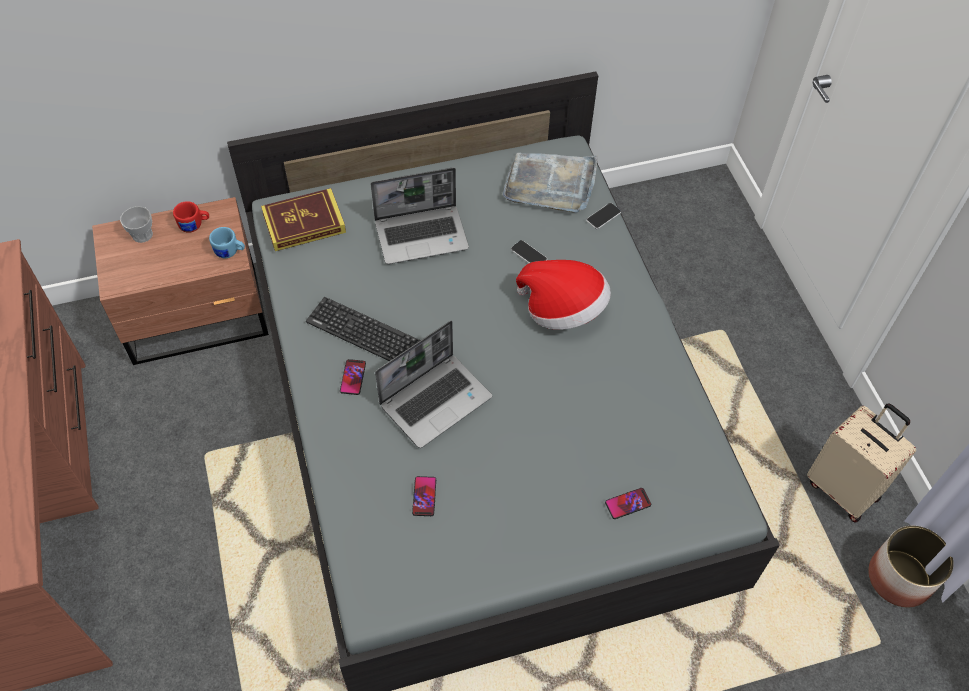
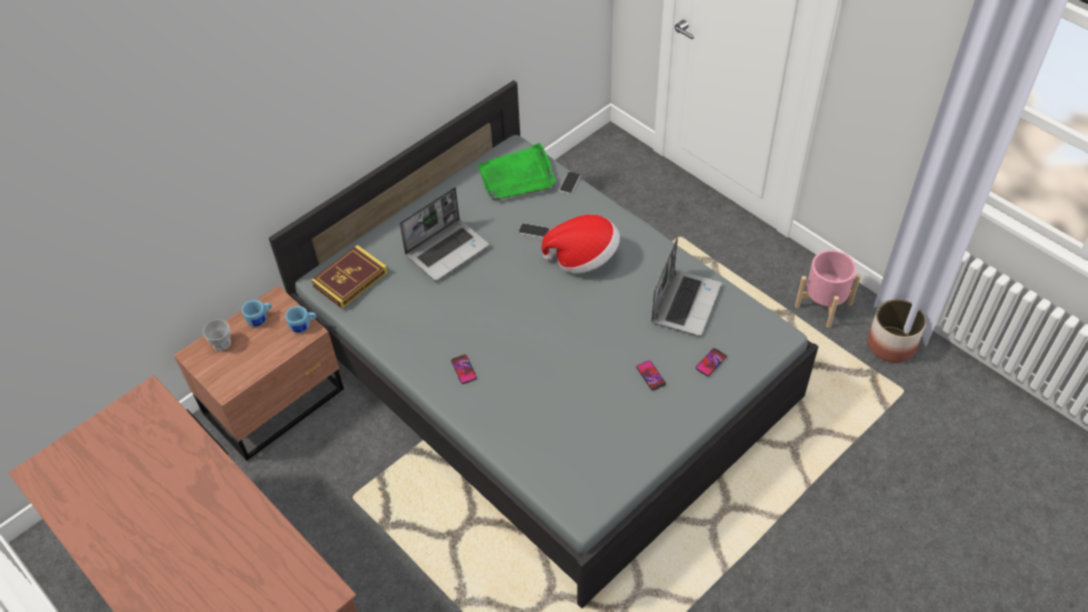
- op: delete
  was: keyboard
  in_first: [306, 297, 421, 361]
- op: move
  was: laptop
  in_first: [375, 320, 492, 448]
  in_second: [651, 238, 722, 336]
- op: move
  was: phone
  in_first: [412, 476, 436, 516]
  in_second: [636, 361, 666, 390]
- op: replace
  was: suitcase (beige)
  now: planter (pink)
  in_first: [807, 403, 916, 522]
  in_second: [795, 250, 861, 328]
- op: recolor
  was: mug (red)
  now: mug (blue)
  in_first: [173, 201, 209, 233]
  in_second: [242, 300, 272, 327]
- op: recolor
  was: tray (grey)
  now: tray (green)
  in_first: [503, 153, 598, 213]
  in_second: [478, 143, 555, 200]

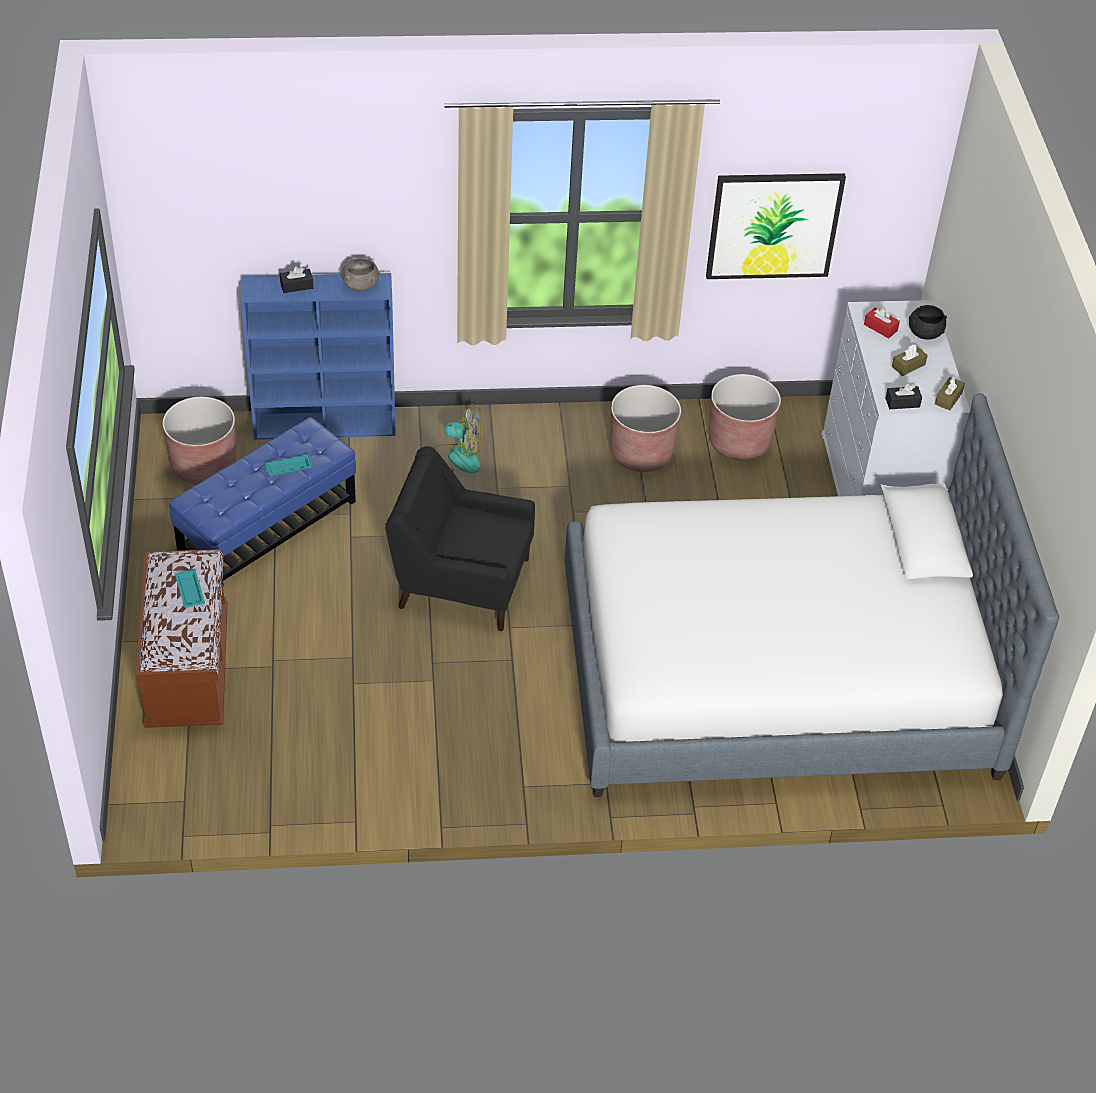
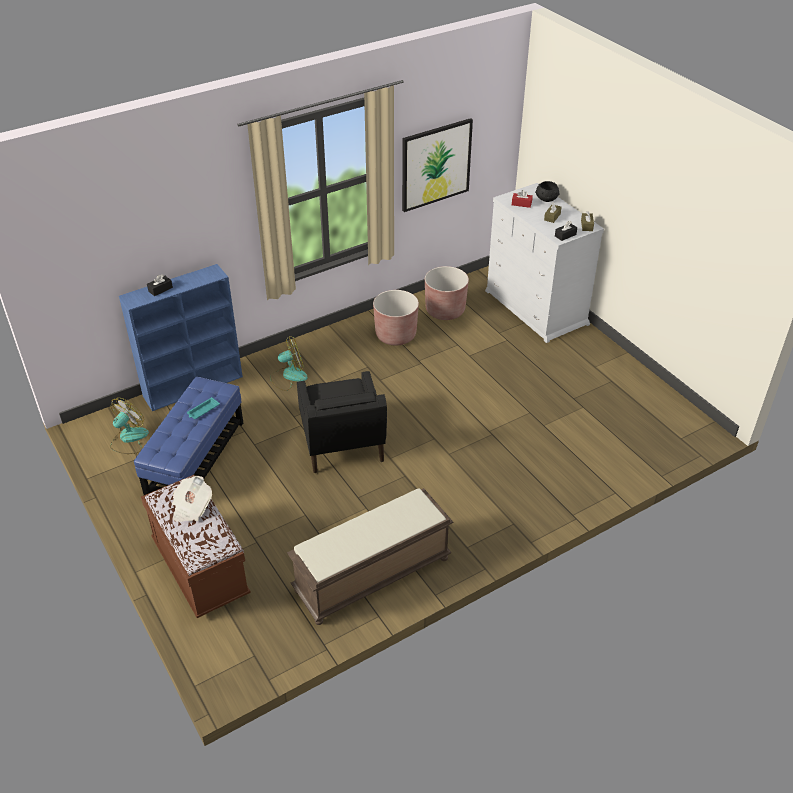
- op: delete
  was: bowl (grey)
  in_first: [341, 257, 380, 291]
- op: delete
  was: bed
  in_first: [565, 393, 1059, 797]
- op: insert
  now: bench (brown)
  in_second: [287, 488, 453, 625]
- op: replace
  was: planter (brown)
  now: fan
  in_first: [162, 397, 236, 485]
  in_second: [110, 398, 149, 454]
- op: replace
  was: tray (turquoise)
  now: newspaper
  in_first: [175, 569, 205, 608]
  in_second: [172, 476, 212, 522]
- op: rotate
  was: armchair (black)
  in_first: [385, 446, 535, 631]
  in_second: [297, 371, 387, 473]
  clockwise: -90

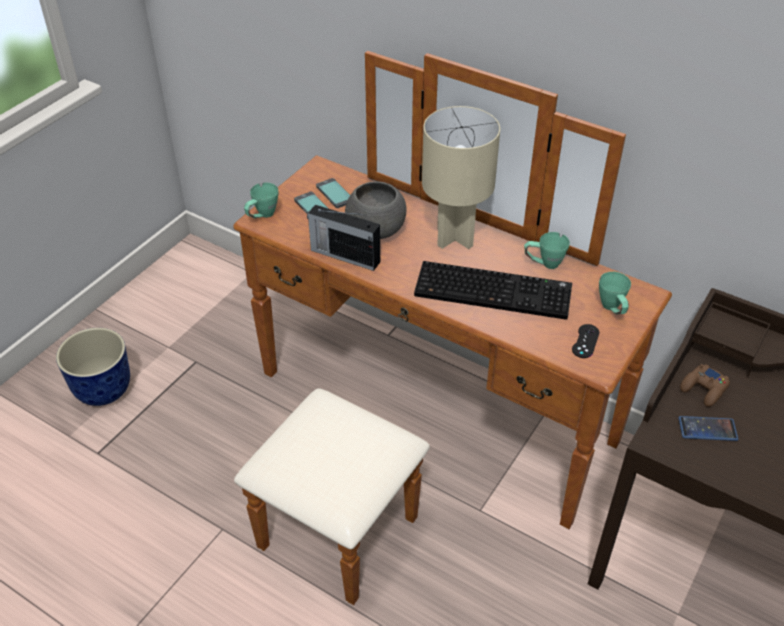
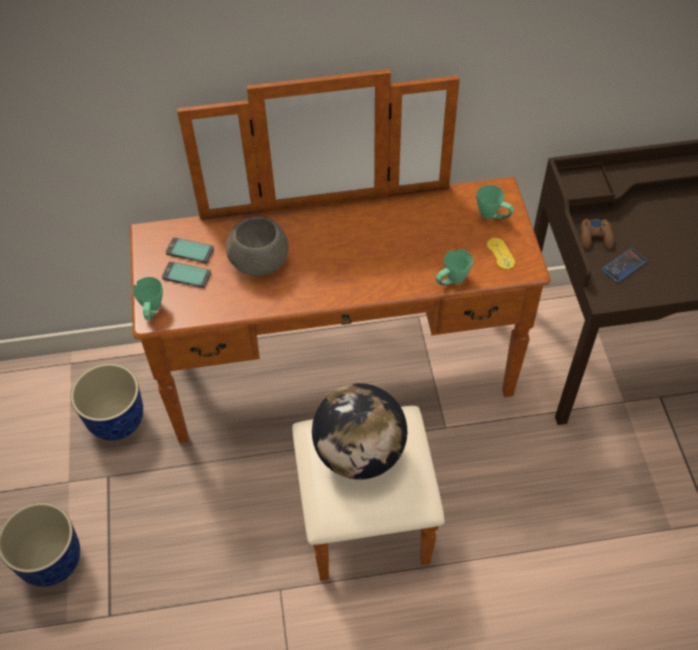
- op: delete
  was: radio
  in_first: [307, 205, 380, 271]
- op: delete
  was: keyboard
  in_first: [414, 261, 572, 320]
- op: delete
  was: table lamp (beige)
  in_first: [422, 106, 500, 249]
- op: insert
  now: planter
  in_second: [71, 364, 143, 441]
- op: insert
  now: globe
  in_second: [312, 383, 407, 480]
- op: move
  was: mug (green)
  in_first: [524, 232, 570, 269]
  in_second: [436, 249, 473, 286]
- op: recolor
  was: game controller (black)
  now: game controller (yellow)
  in_first: [572, 324, 599, 358]
  in_second: [487, 238, 515, 270]

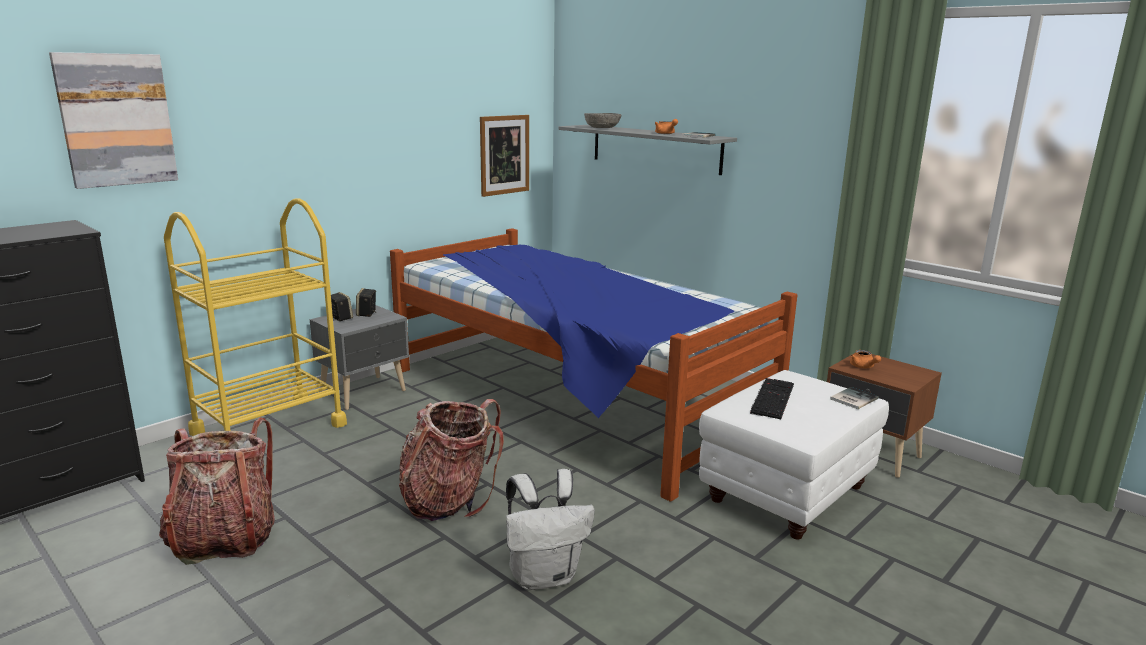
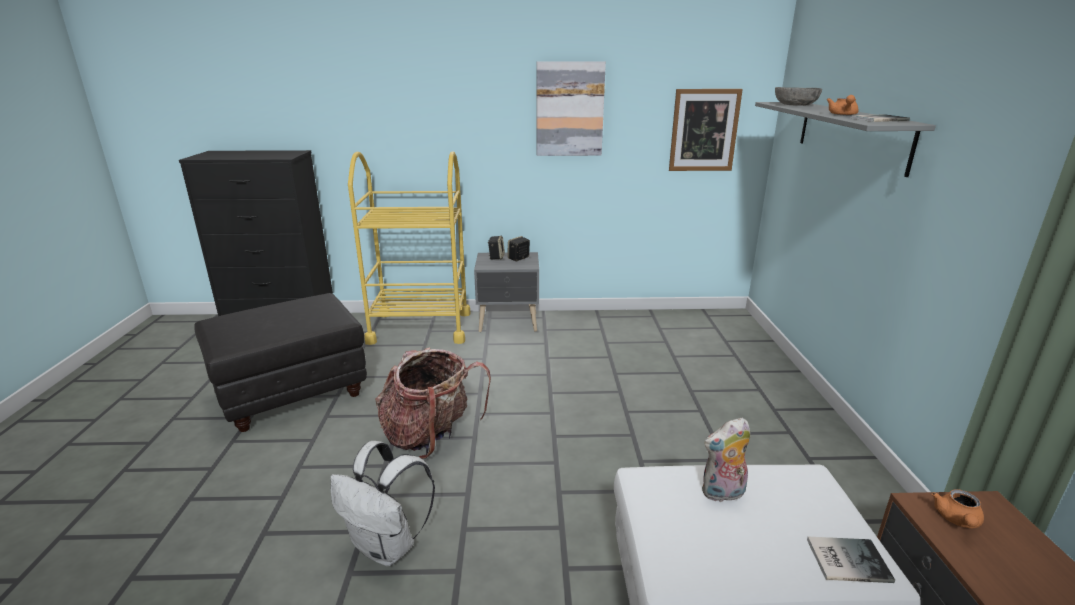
- op: delete
  was: bed
  in_first: [390, 228, 797, 502]
- op: move
  was: picture
  in_first: [49, 52, 178, 189]
  in_second: [537, 61, 606, 156]
- op: replace
  was: backpack
  now: ottoman (black)
  in_first: [159, 417, 275, 565]
  in_second: [194, 293, 367, 432]
- op: replace
  was: keyboard
  now: plush toy
  in_first: [750, 378, 794, 419]
  in_second: [702, 417, 751, 502]

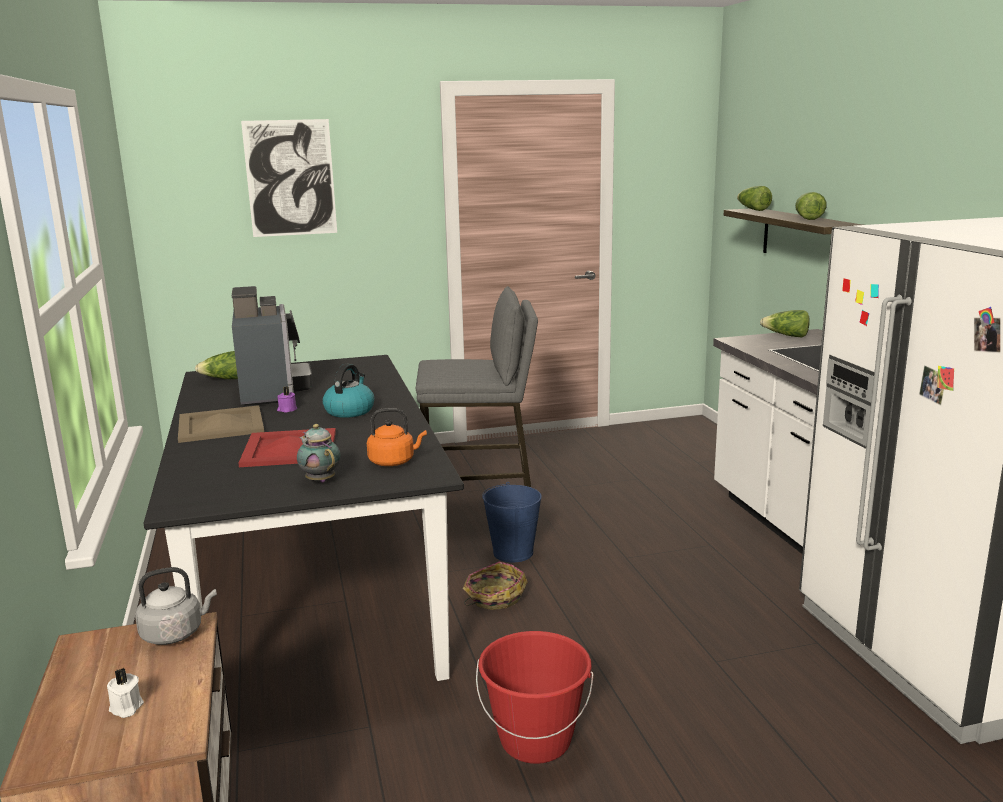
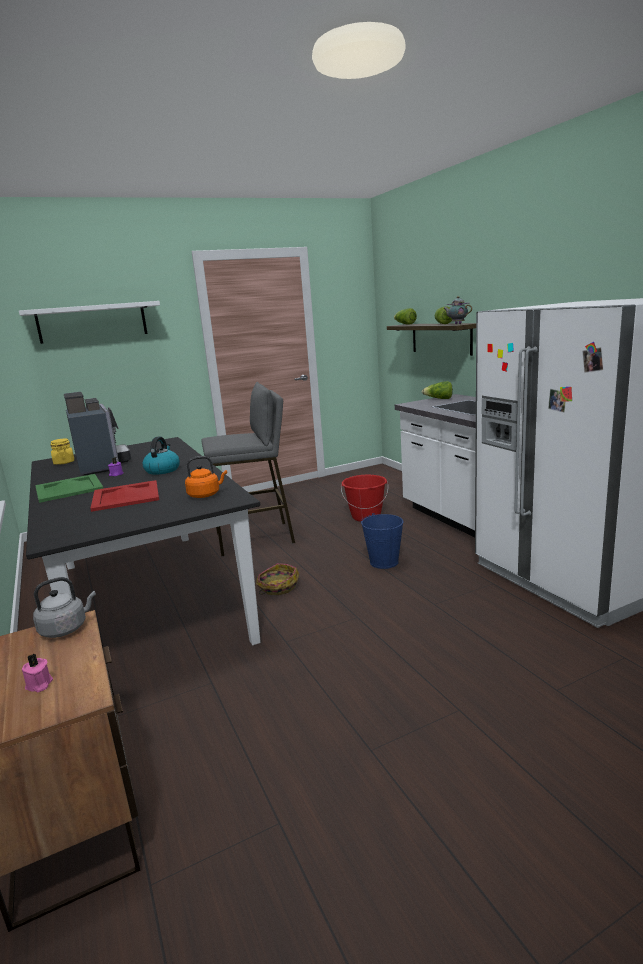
- op: move
  was: teapot
  in_first: [297, 424, 341, 483]
  in_second: [443, 296, 472, 324]
- op: move
  was: bucket (red)
  in_first: [476, 631, 594, 764]
  in_second: [341, 475, 388, 522]
- op: move
  was: bucket (blue)
  in_first: [482, 482, 542, 562]
  in_second: [361, 513, 403, 569]
- op: replace
  was: lettuce
  now: jar (yellow)
  in_first: [195, 351, 238, 379]
  in_second: [50, 438, 74, 465]
- op: replace
  was: picture
  now: shelf (white)
  in_first: [241, 119, 337, 237]
  in_second: [19, 301, 160, 344]
- op: recolor
  was: candle (white)
  now: candle (pink)
  in_first: [107, 668, 144, 718]
  in_second: [22, 654, 53, 692]
- op: recolor
  was: tray (beige)
  now: tray (green)
  in_first: [178, 405, 264, 443]
  in_second: [35, 474, 104, 503]

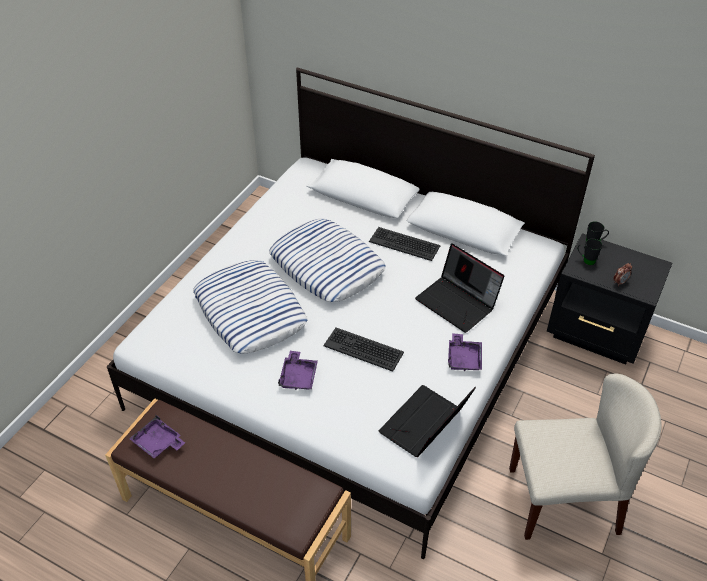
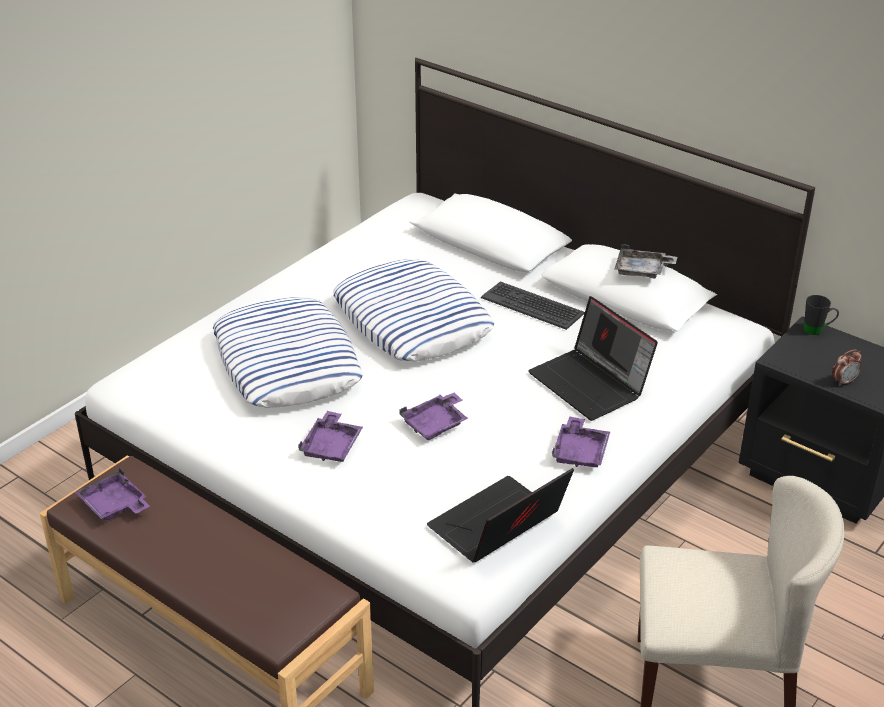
- op: delete
  was: mug (black)
  in_first: [577, 239, 602, 265]
- op: insert
  now: tray (grey)
  in_second: [614, 244, 677, 279]
- op: replace
  was: keyboard
  now: tray (purple)
  in_first: [323, 328, 404, 372]
  in_second: [399, 393, 468, 440]

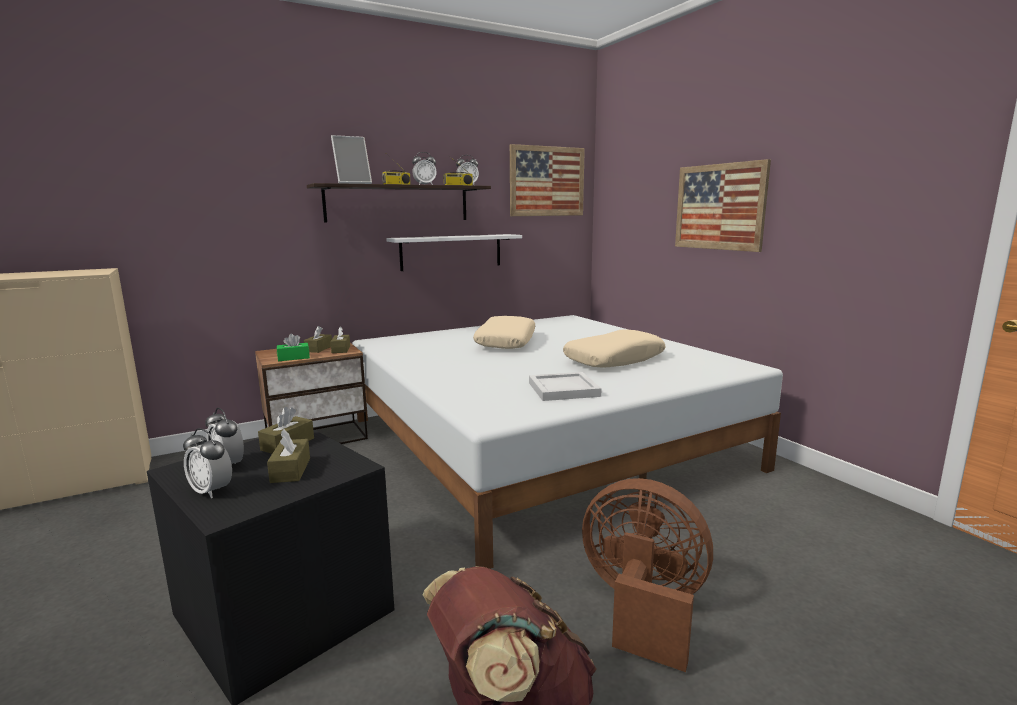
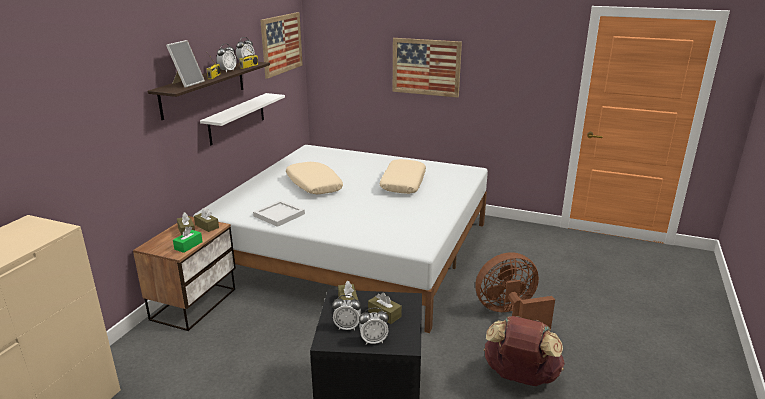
- op: move
  was: tray (white)
  in_first: [529, 372, 602, 401]
  in_second: [253, 200, 305, 227]

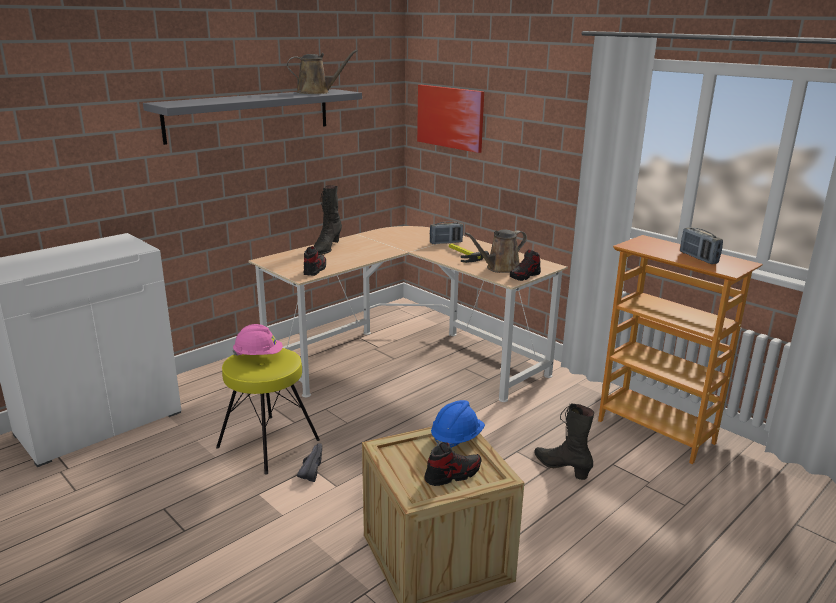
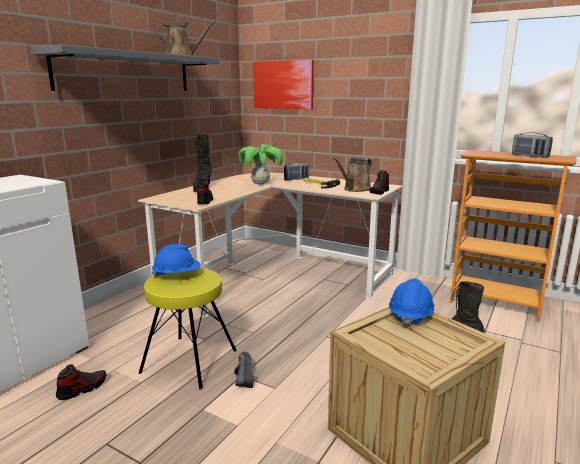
- op: insert
  now: potted plant
  in_second: [238, 144, 283, 185]
- op: move
  was: shoe
  in_first: [424, 442, 482, 486]
  in_second: [56, 364, 106, 400]
- op: recolor
  was: hard hat (pink)
  now: hard hat (blue)
  in_first: [232, 324, 283, 356]
  in_second: [152, 244, 201, 278]

